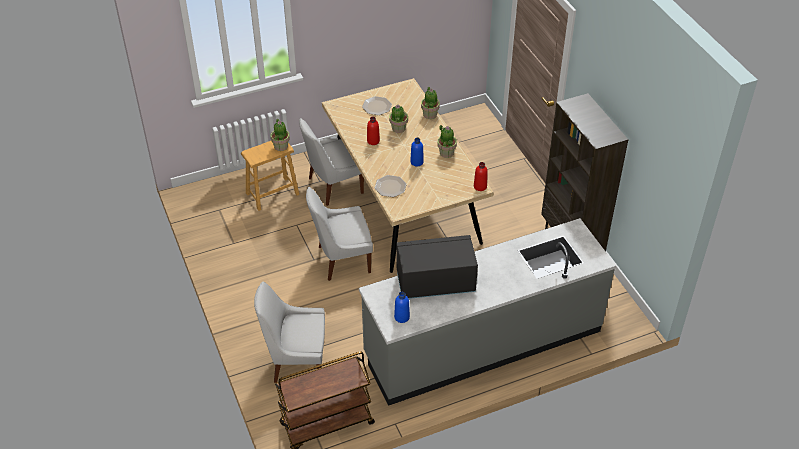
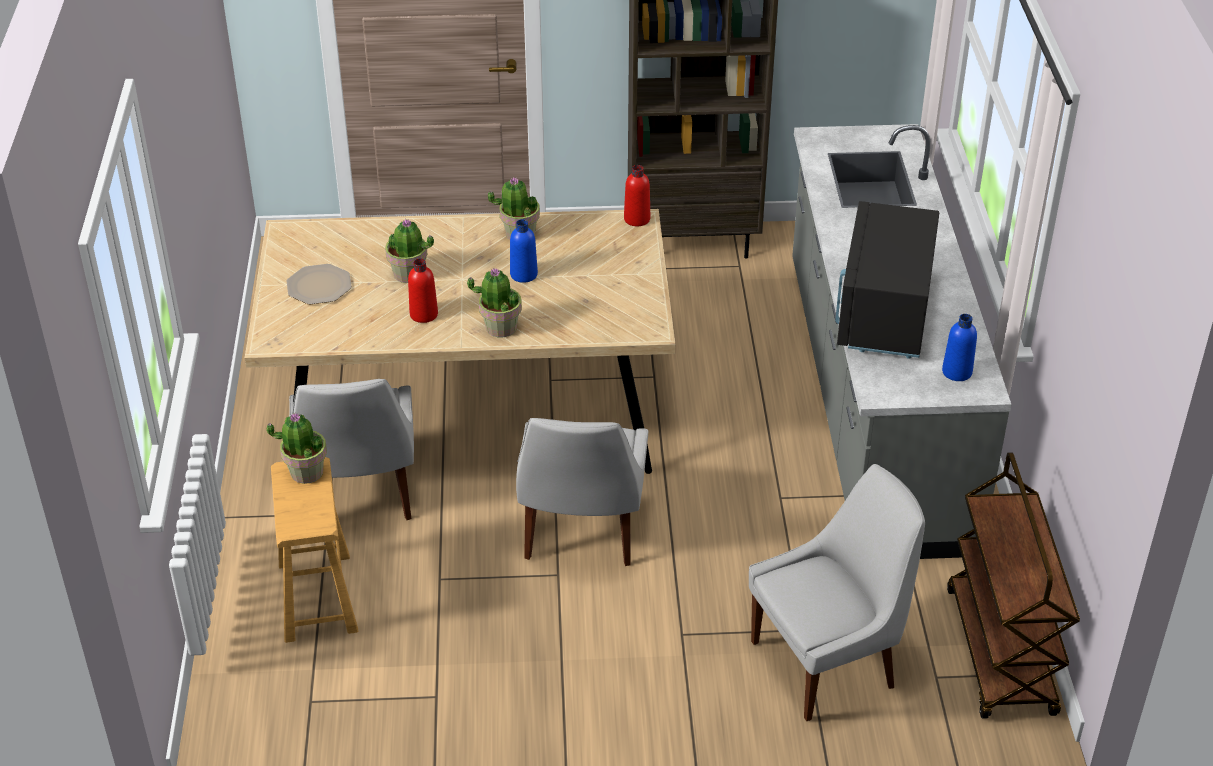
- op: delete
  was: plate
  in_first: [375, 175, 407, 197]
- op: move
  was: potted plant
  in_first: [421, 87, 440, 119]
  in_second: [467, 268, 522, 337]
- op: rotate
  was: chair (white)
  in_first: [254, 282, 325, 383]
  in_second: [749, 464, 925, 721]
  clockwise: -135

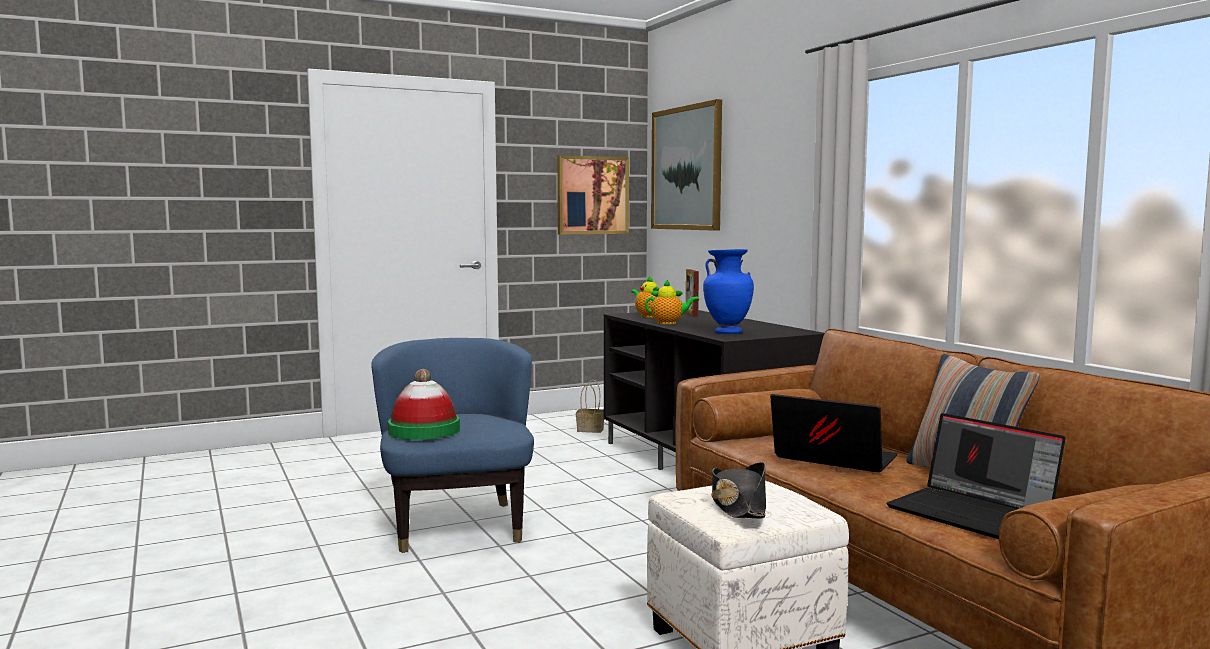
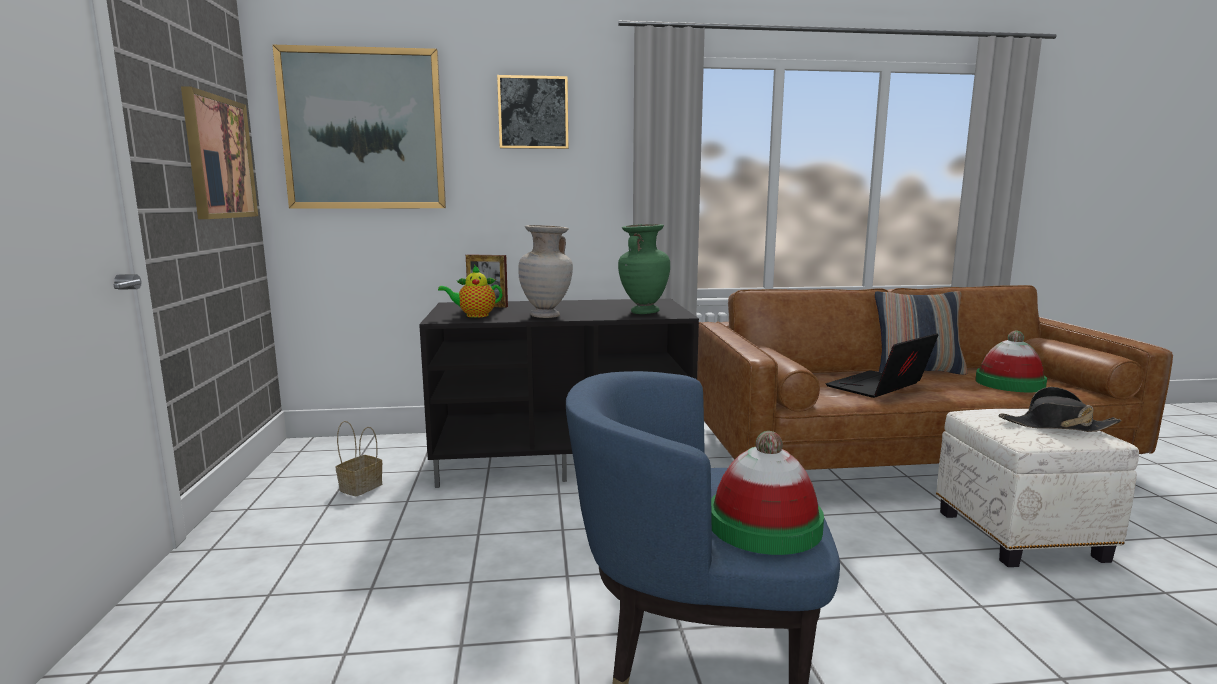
- op: insert
  now: picture
  in_second: [497, 75, 568, 149]
- op: replace
  was: teapot
  now: vase (beige)
  in_first: [645, 280, 699, 324]
  in_second: [518, 225, 573, 318]
- op: replace
  was: laptop
  now: hat
  in_first: [886, 413, 1066, 539]
  in_second: [975, 331, 1047, 392]
- op: recolor
  was: vase (blue)
  now: vase (green)
  in_first: [703, 249, 754, 334]
  in_second: [618, 224, 670, 314]

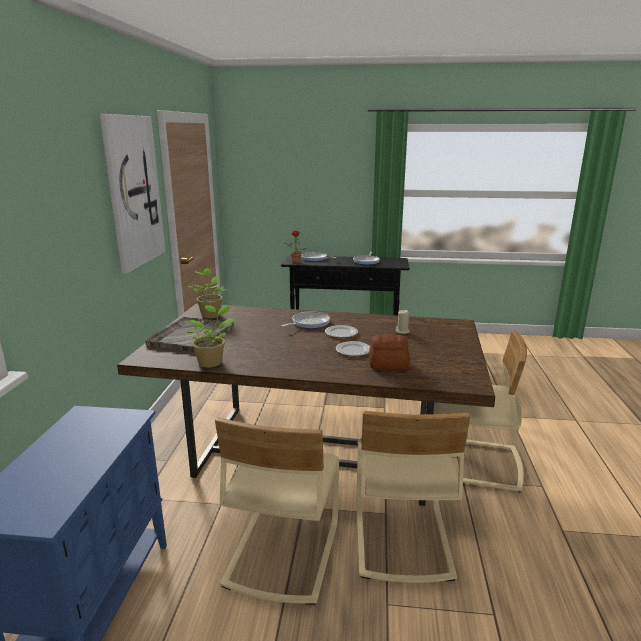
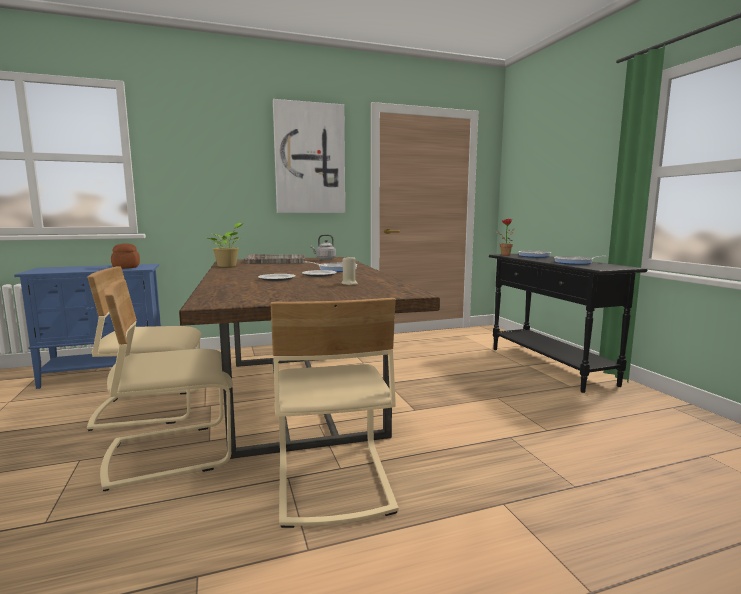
- op: move
  was: bread
  in_first: [369, 334, 410, 370]
  in_second: [111, 244, 140, 269]
- op: replace
  was: potted plant
  now: kettle (grey)
  in_first: [188, 268, 226, 318]
  in_second: [311, 234, 336, 260]

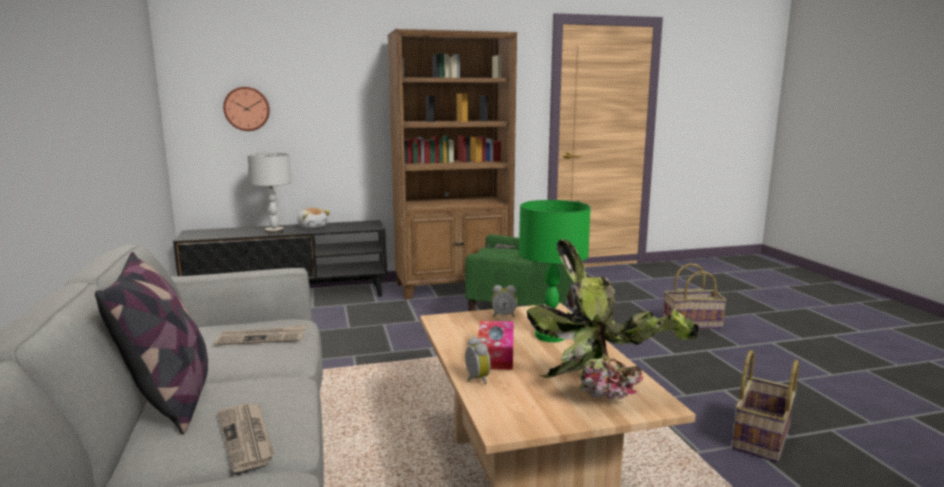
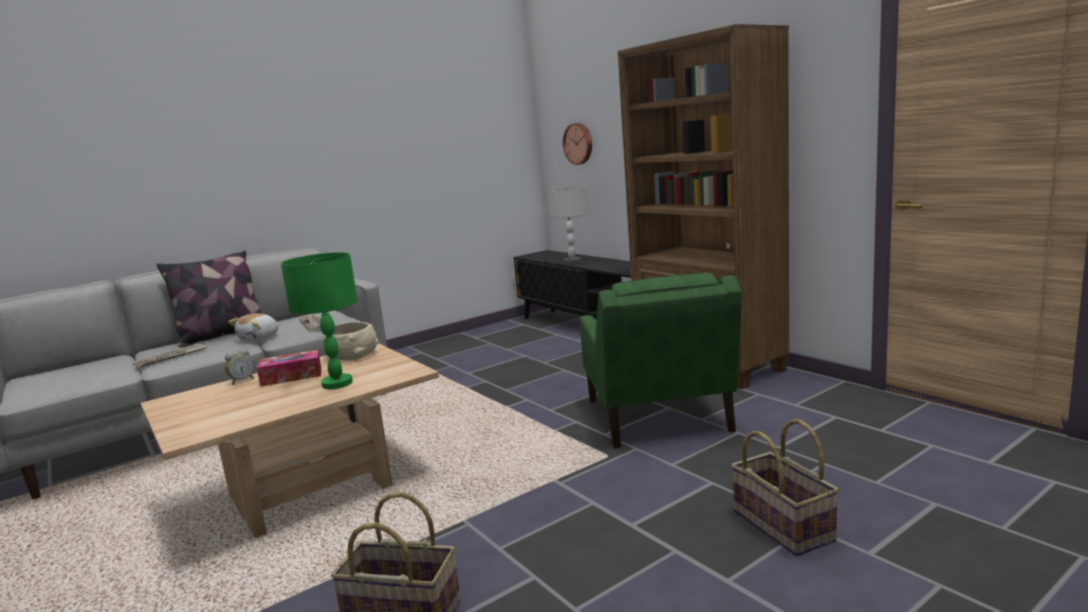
- op: delete
  was: alarm clock
  in_first: [491, 285, 517, 317]
- op: delete
  was: potted plant
  in_first: [527, 239, 698, 399]
- op: insert
  now: bowl (beige)
  in_second: [321, 322, 379, 360]
- op: move
  was: plush toy
  in_first: [297, 208, 330, 229]
  in_second: [228, 313, 278, 341]

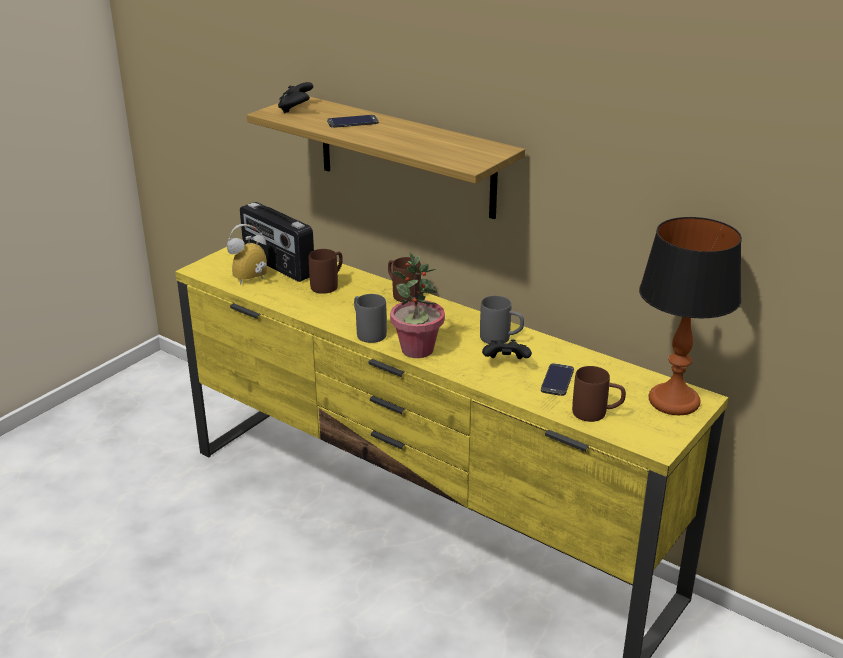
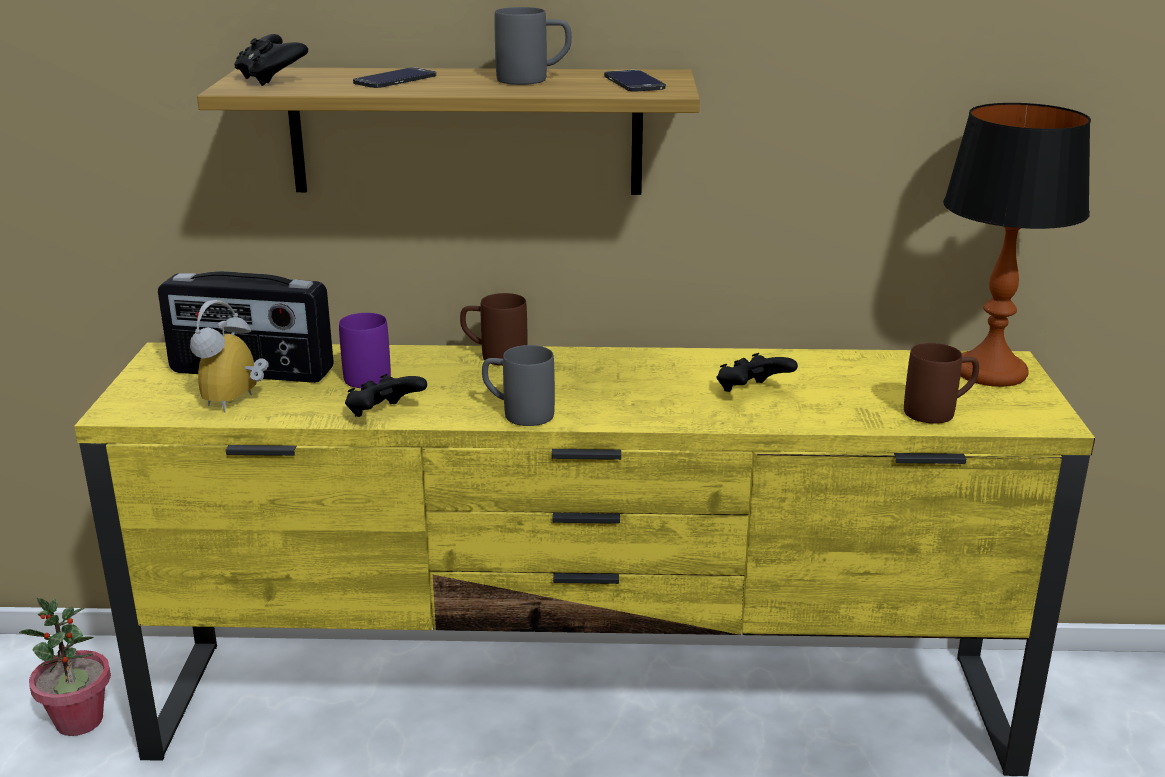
- op: insert
  now: game controller (black)
  in_second: [345, 374, 427, 417]
- op: move
  was: potted plant
  in_first: [390, 252, 445, 358]
  in_second: [19, 597, 111, 736]
- op: move
  was: mug (grey)
  in_first: [480, 296, 524, 344]
  in_second: [494, 7, 572, 85]
- op: move
  was: phone
  in_first: [541, 363, 574, 396]
  in_second: [604, 70, 666, 91]
- op: recolor
  was: mug (brown)
  now: mug (purple)
  in_first: [309, 249, 343, 294]
  in_second: [339, 313, 391, 388]

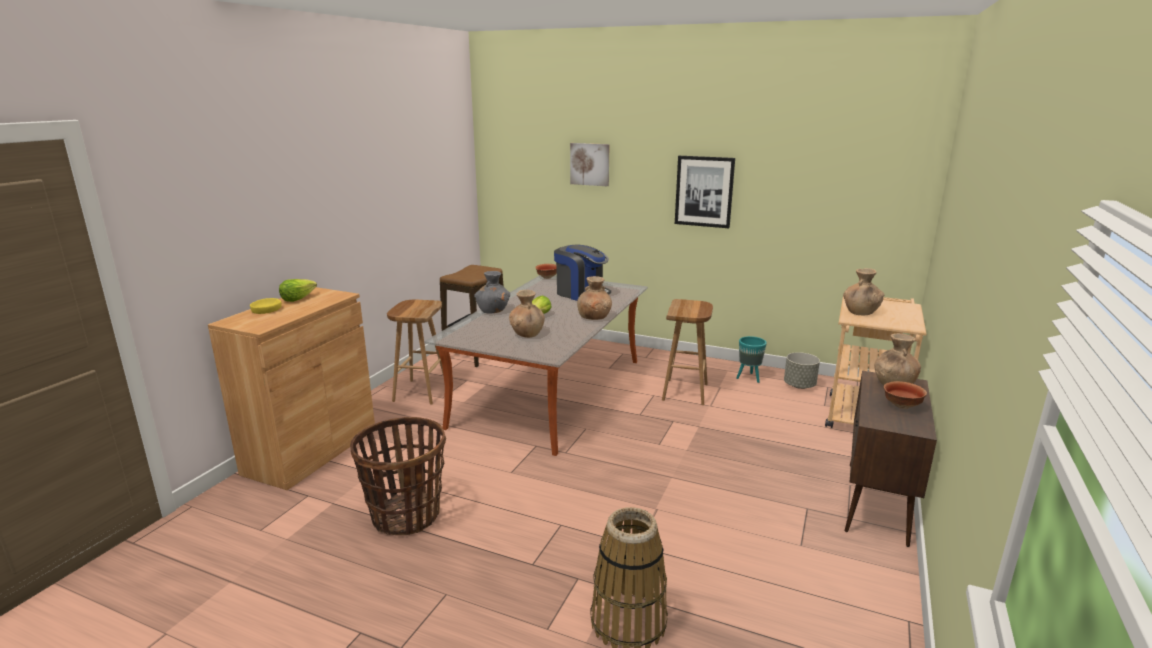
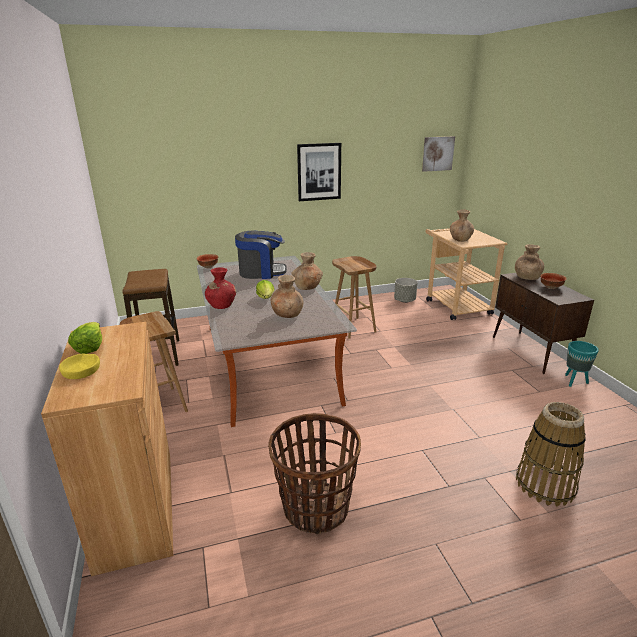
- op: move
  was: picture
  in_first: [570, 143, 610, 186]
  in_second: [422, 136, 455, 172]
- op: move
  was: planter (turquoise)
  in_first: [736, 336, 767, 383]
  in_second: [565, 341, 599, 387]
- op: recolor
  was: vase (grey)
  now: vase (red)
  in_first: [474, 271, 510, 313]
  in_second: [205, 267, 236, 309]

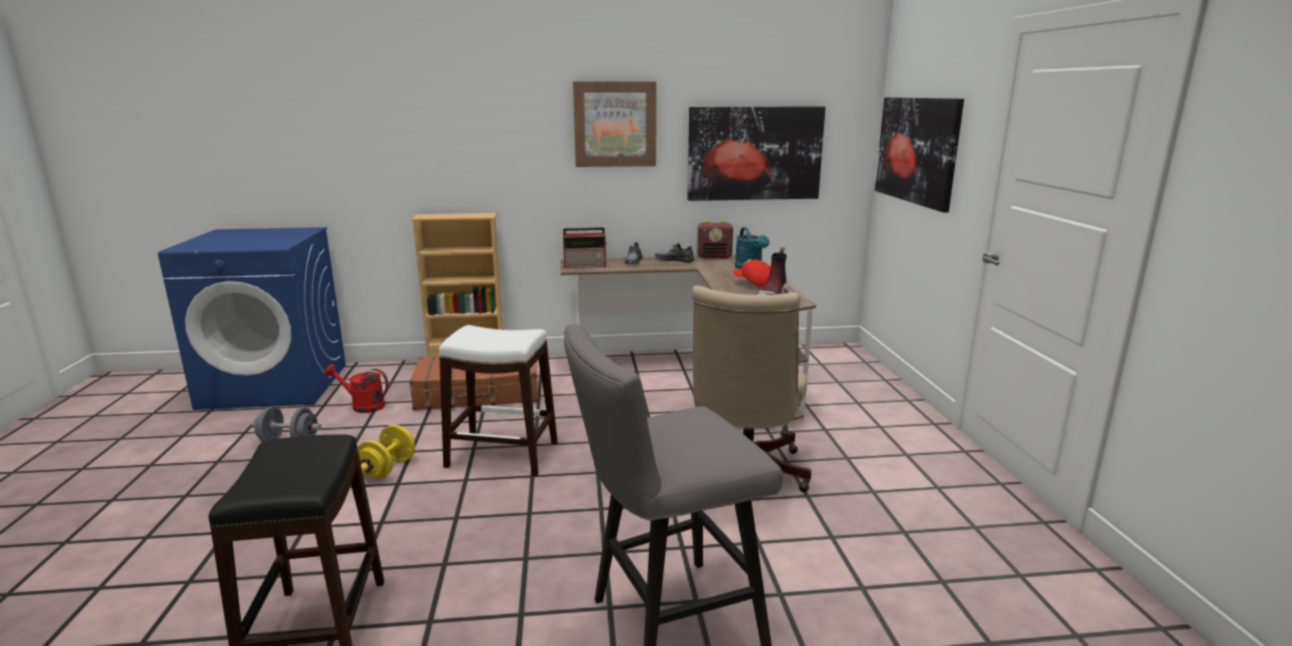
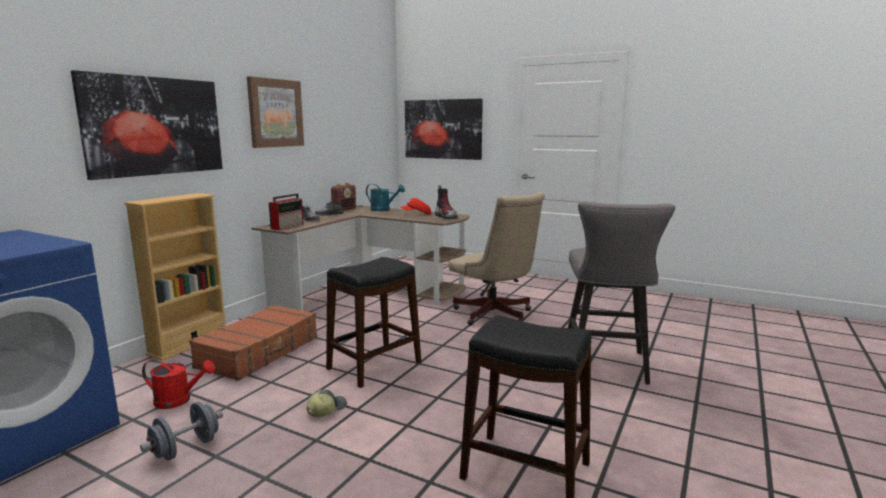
- op: move
  was: picture
  in_first: [687, 107, 825, 201]
  in_second: [71, 70, 223, 180]
- op: replace
  was: dumbbell (yellow)
  now: cap
  in_first: [358, 425, 415, 479]
  in_second: [307, 390, 347, 417]
- op: recolor
  was: stool (white)
  now: stool (black)
  in_first: [439, 325, 558, 476]
  in_second: [326, 257, 421, 388]
- op: rotate
  was: watering can (red)
  in_first: [325, 364, 388, 413]
  in_second: [142, 360, 215, 409]
  clockwise: -135

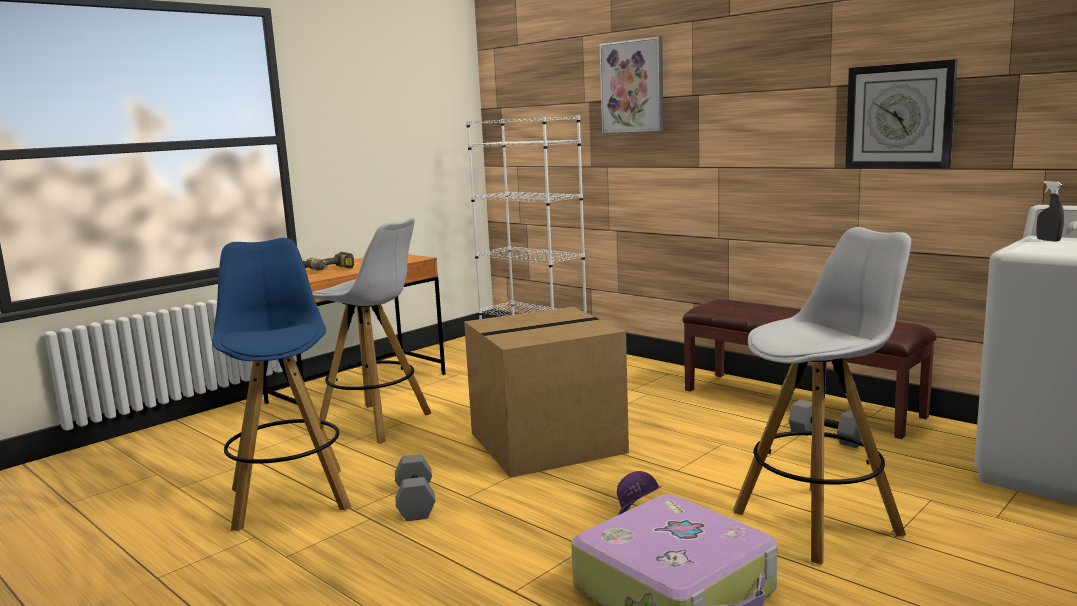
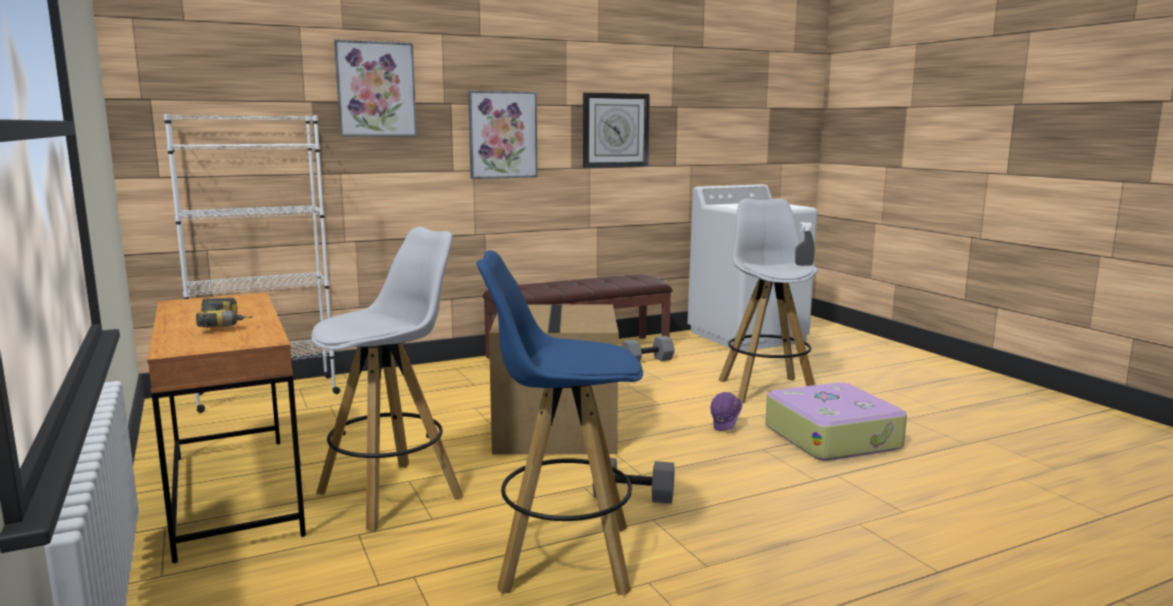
- op: insert
  now: picture
  in_second: [468, 91, 538, 179]
- op: move
  was: spray bottle (grey)
  in_first: [1037, 181, 1064, 242]
  in_second: [795, 222, 814, 266]

